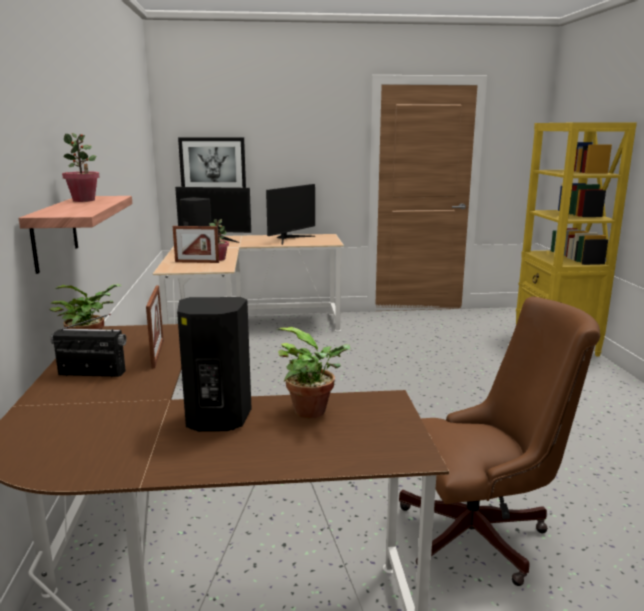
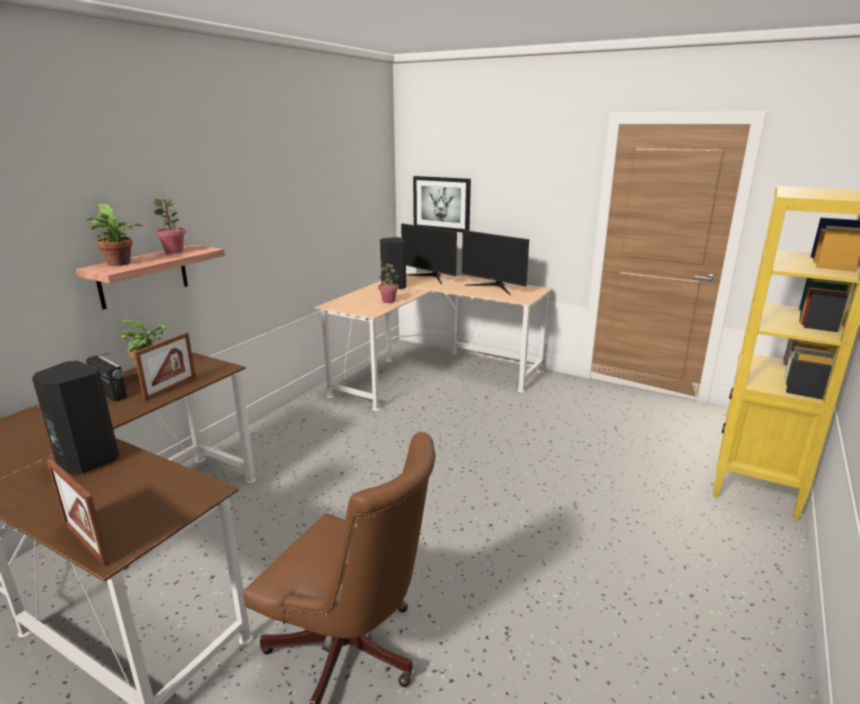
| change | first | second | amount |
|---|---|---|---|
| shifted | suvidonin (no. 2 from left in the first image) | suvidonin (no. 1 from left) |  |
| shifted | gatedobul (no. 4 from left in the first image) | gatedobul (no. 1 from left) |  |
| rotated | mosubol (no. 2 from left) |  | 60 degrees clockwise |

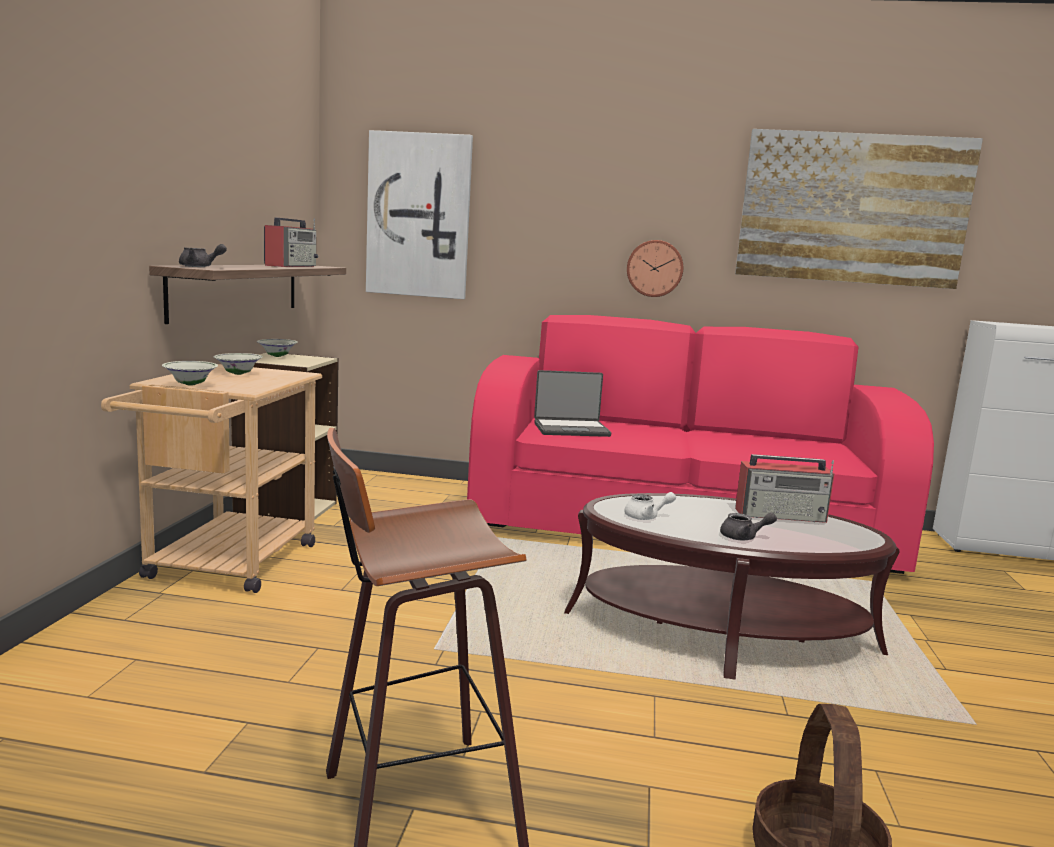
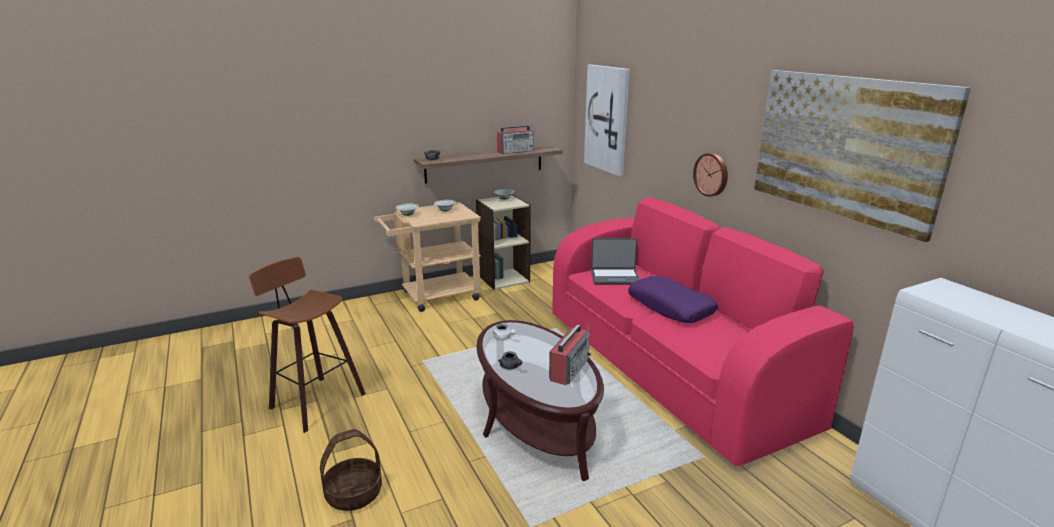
| change | first | second | amount |
|---|---|---|---|
| rotated | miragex (no. 2 from left) |  | 120 degrees counterclockwise |
| rotated | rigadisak |  | 45 degrees counterclockwise |
| new |  | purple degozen |  |

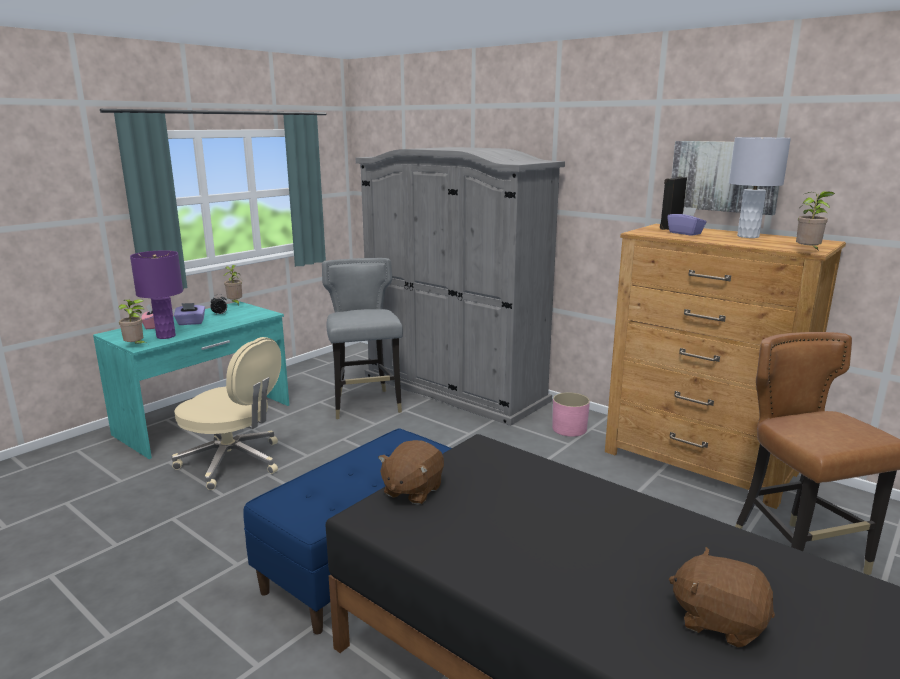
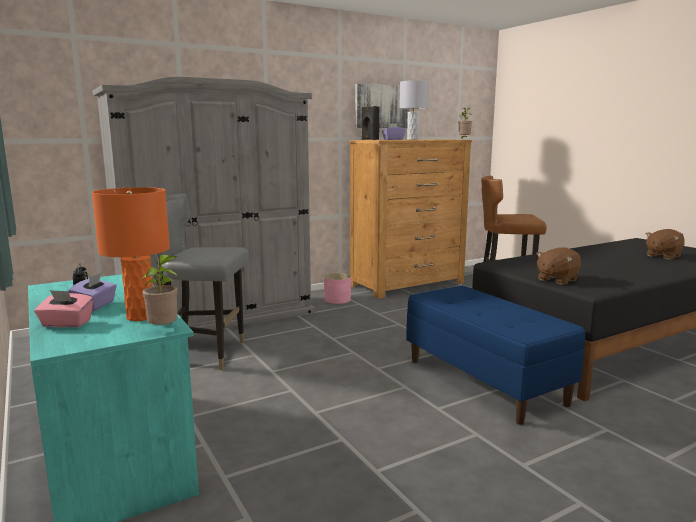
| change | first | second | amount |
|---|---|---|---|
| repainted | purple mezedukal | orange mezedukal |  |
| rotated | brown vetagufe (no. 1 from left) |  | 90 degrees clockwise |
| gone | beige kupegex |  |  |
| gone | gatedobul (no. 2 from left) |  |  |

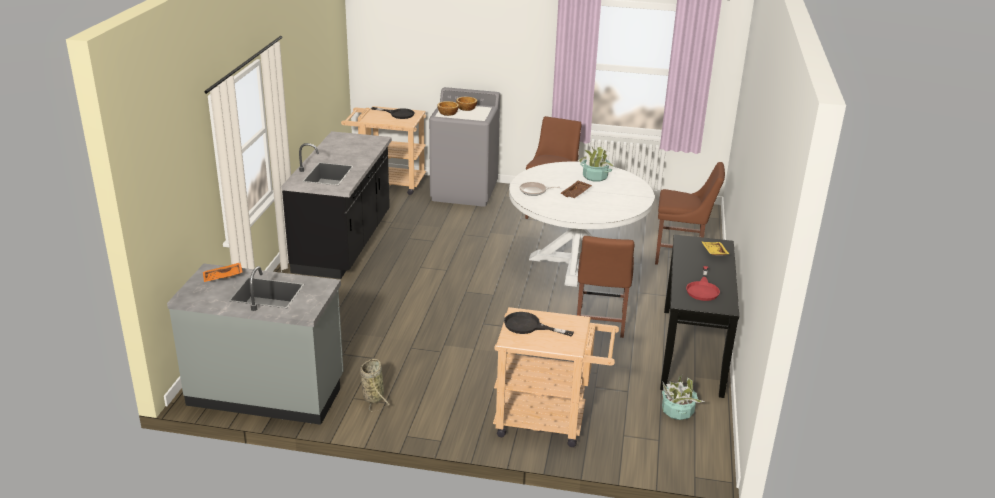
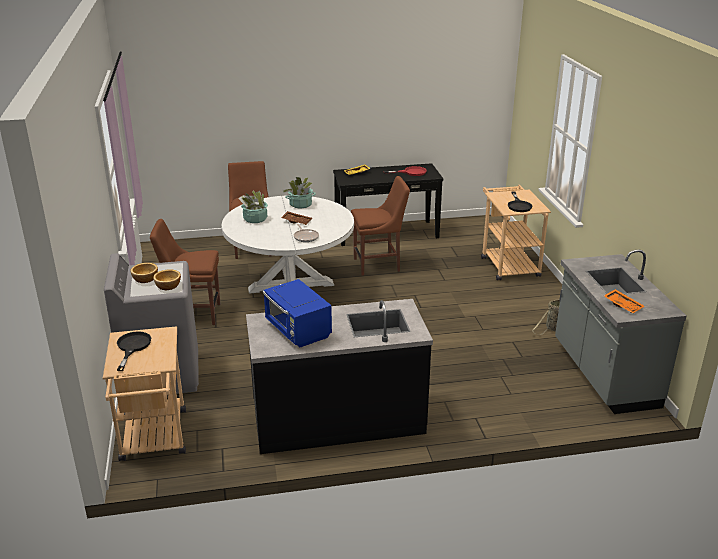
| change | first | second | amount |
|---|---|---|---|
| new |  | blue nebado |  |
| shifted | gatedobul (no. 2 from left) |  |  |

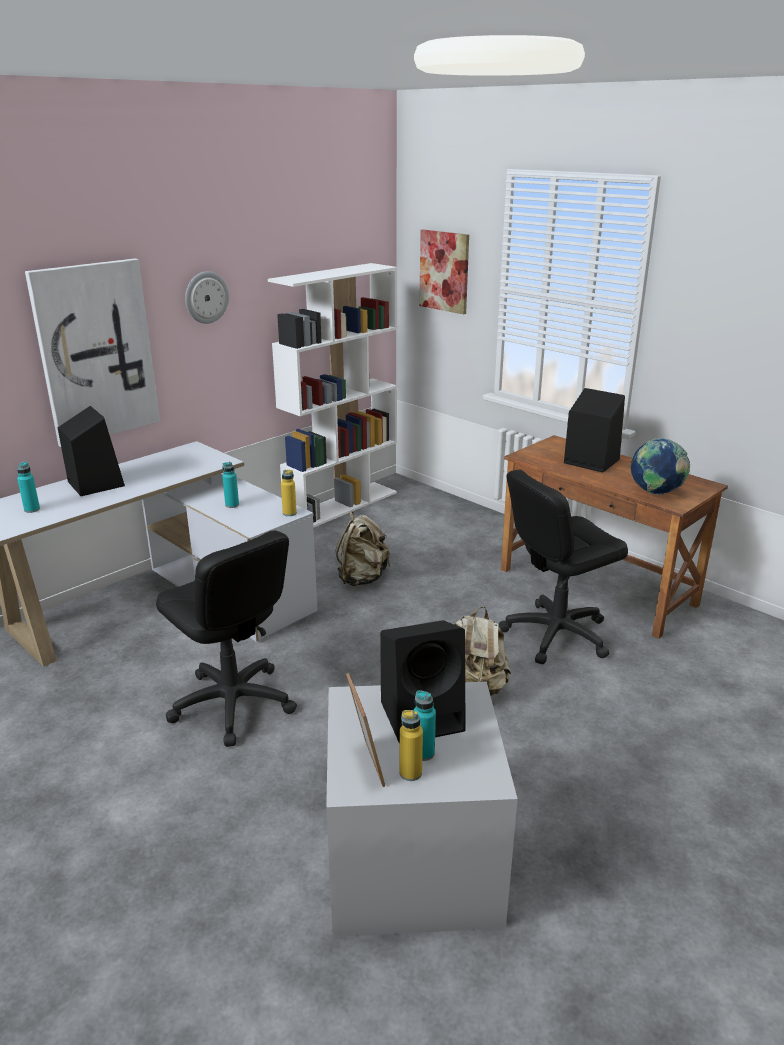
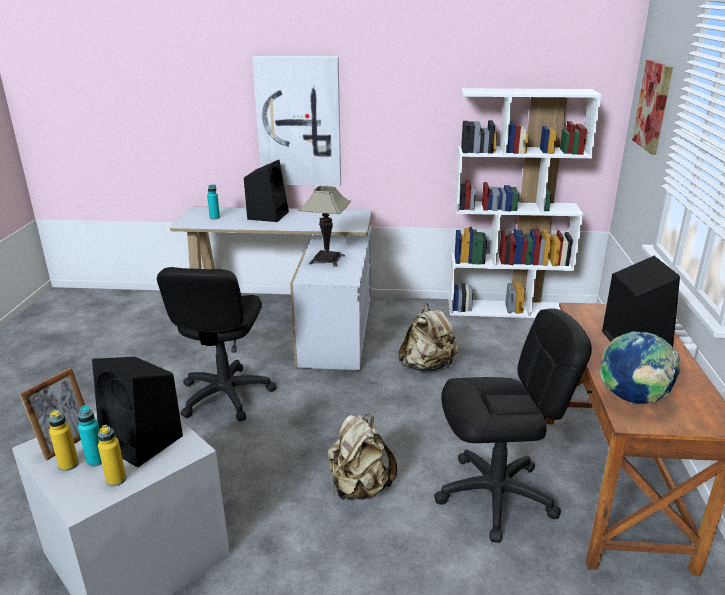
| change | first | second | amount |
|---|---|---|---|
| shifted | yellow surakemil (no. 1 from left in the first image) | yellow surakemil (no. 2 from left) |  |
| swapped | turquoise surakemil (no. 2 from left) | mezedukal |  |
| rotated | black kupegex (no. 2 from left) |  | 150 degrees clockwise |
| gone | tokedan |  |  |

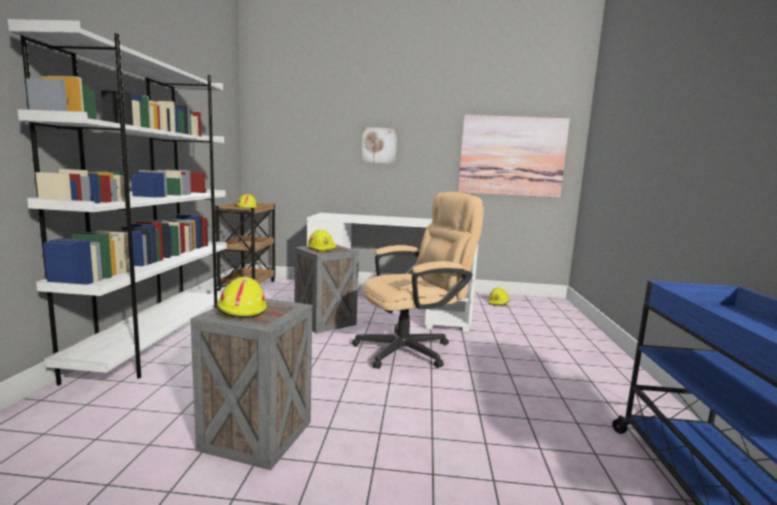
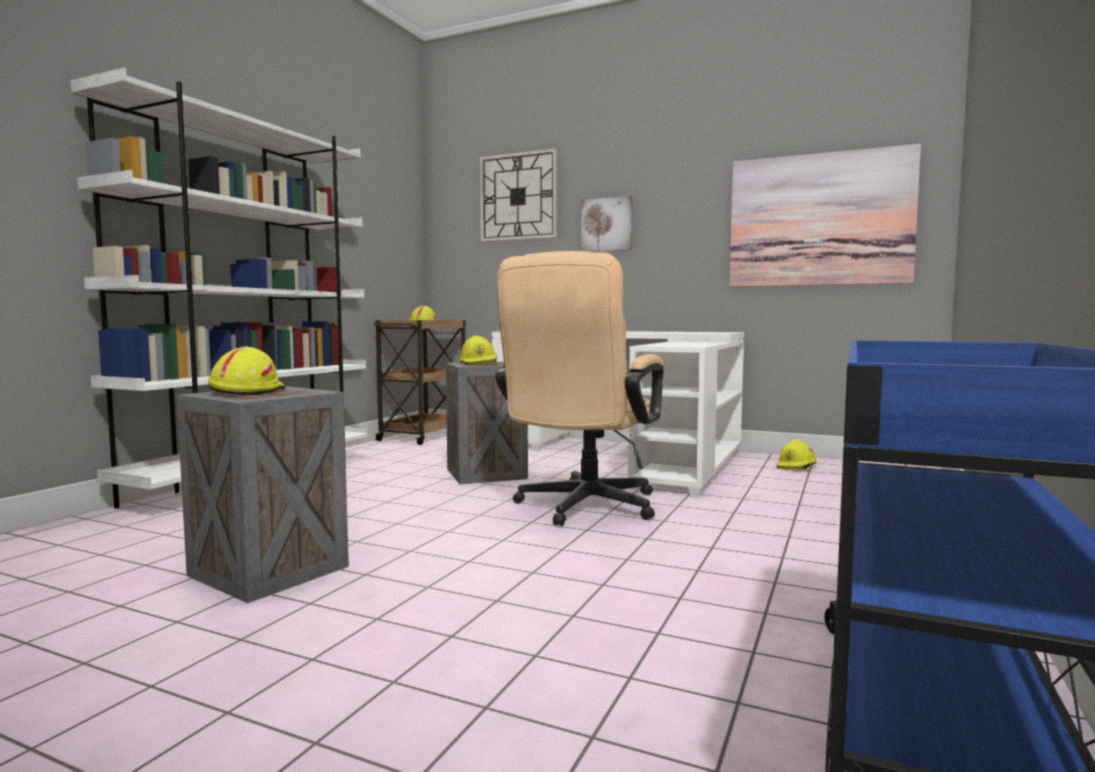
| change | first | second | amount |
|---|---|---|---|
| new |  | tokedan |  |
| rotated | beige kupegex |  | 120 degrees clockwise |

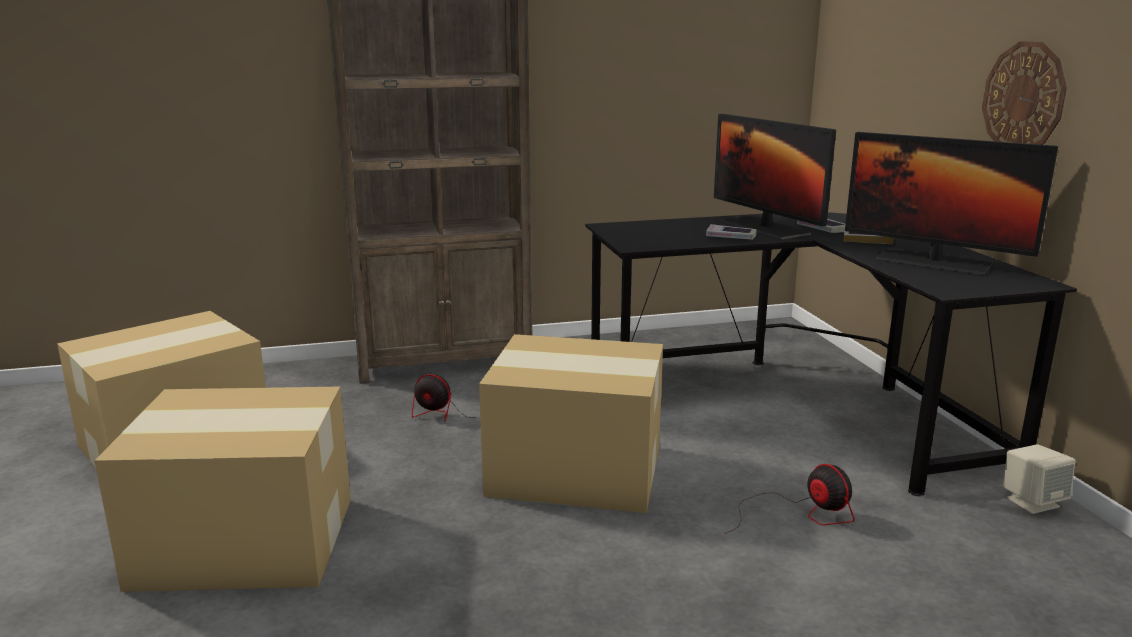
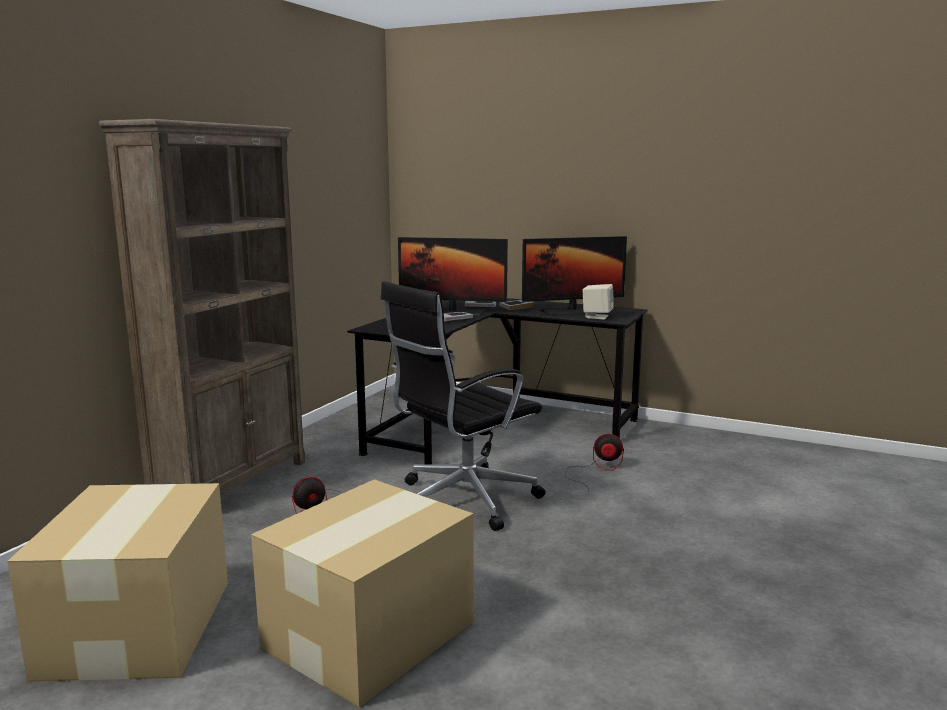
| change | first | second | amount |
|---|---|---|---|
| swapped | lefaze (no. 3 from left) | black kupegex |  |
| shifted | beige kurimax |  |  |
| gone | tokedan |  |  |

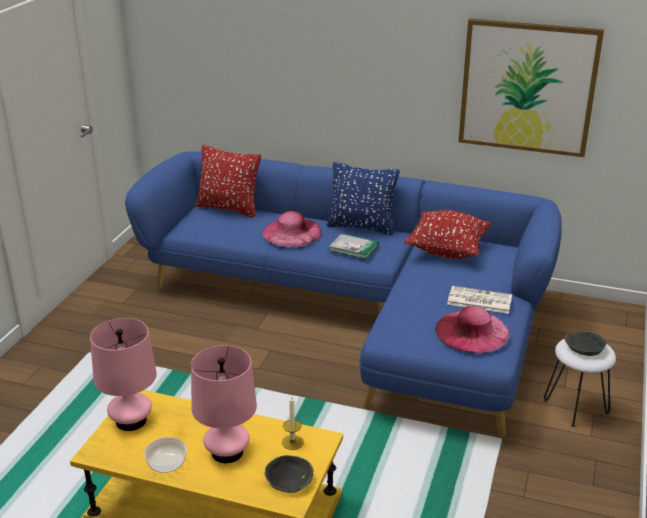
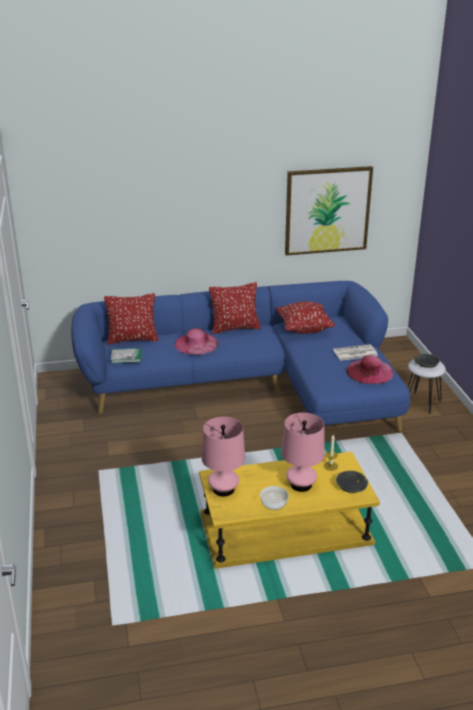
| change | first | second | amount |
|---|---|---|---|
| shifted | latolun |  |  |
| repainted | blue degozen | red degozen (no. 2 from left) |  |

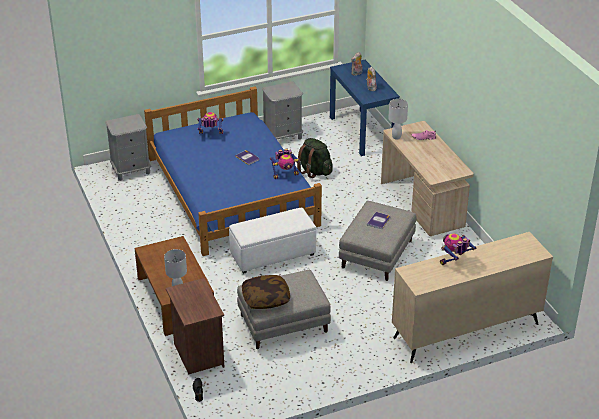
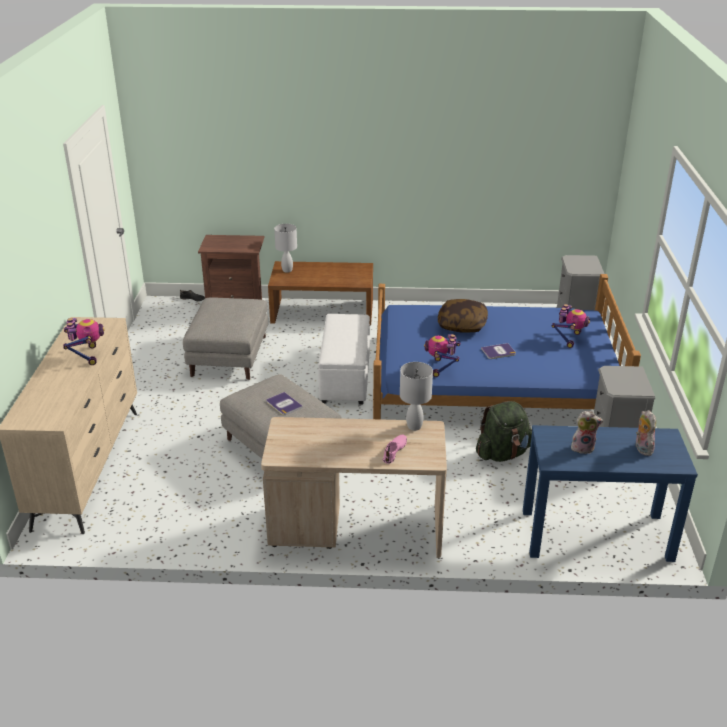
| change | first | second | amount |
|---|---|---|---|
| shifted | degozen |  |  |

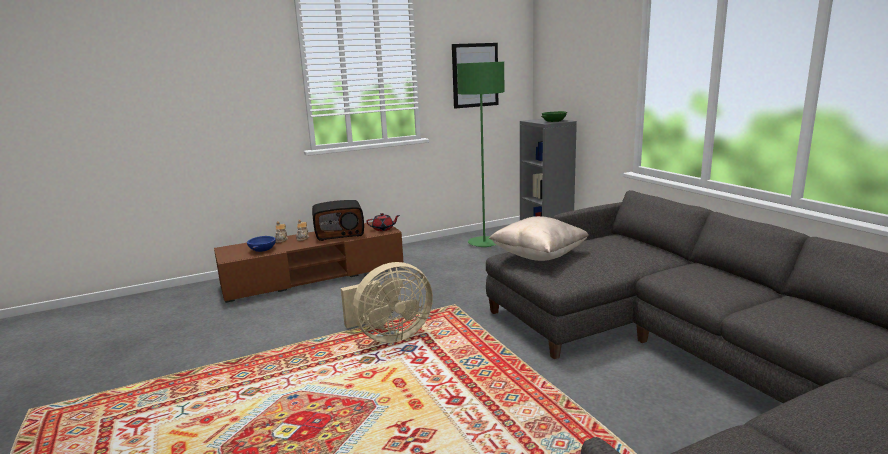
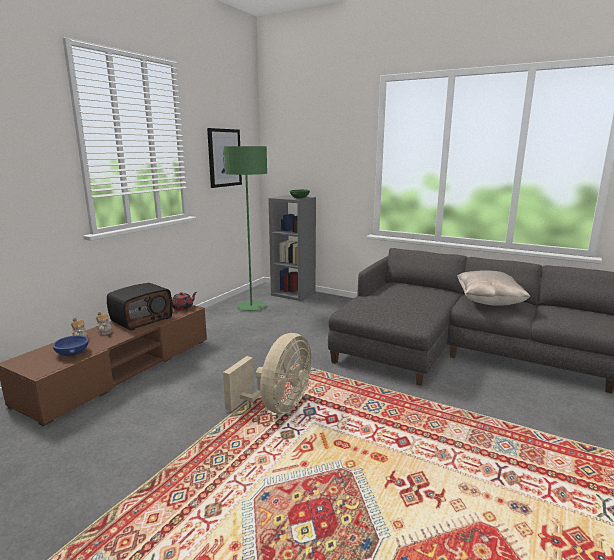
| change | first | second | amount |
|---|---|---|---|
| shifted | beige degozen |  |  |

